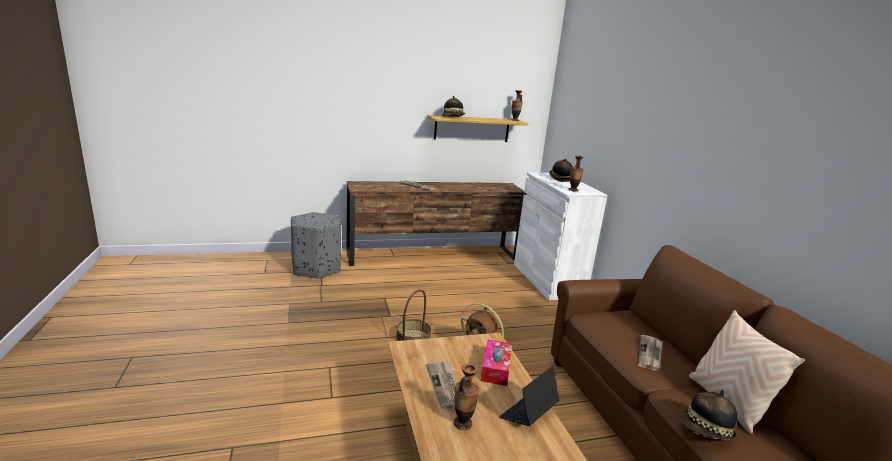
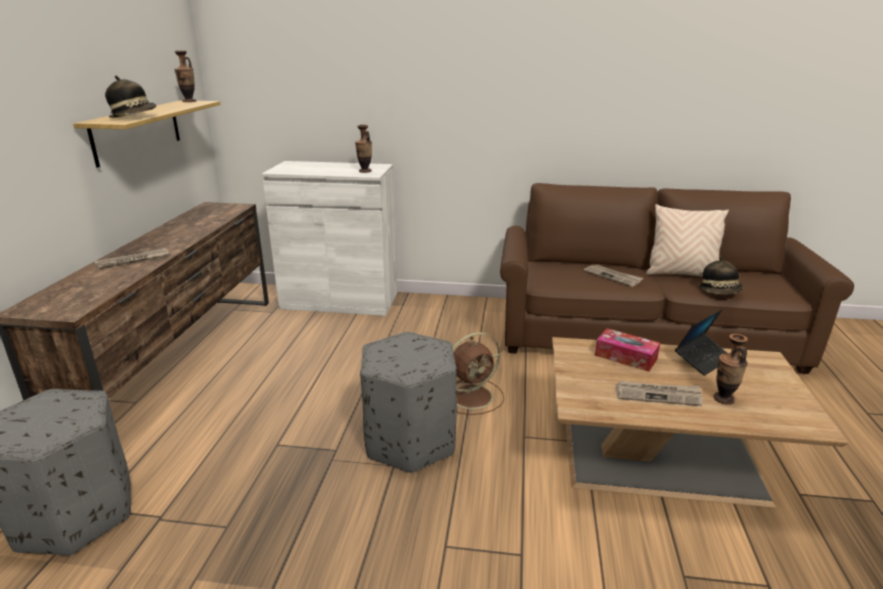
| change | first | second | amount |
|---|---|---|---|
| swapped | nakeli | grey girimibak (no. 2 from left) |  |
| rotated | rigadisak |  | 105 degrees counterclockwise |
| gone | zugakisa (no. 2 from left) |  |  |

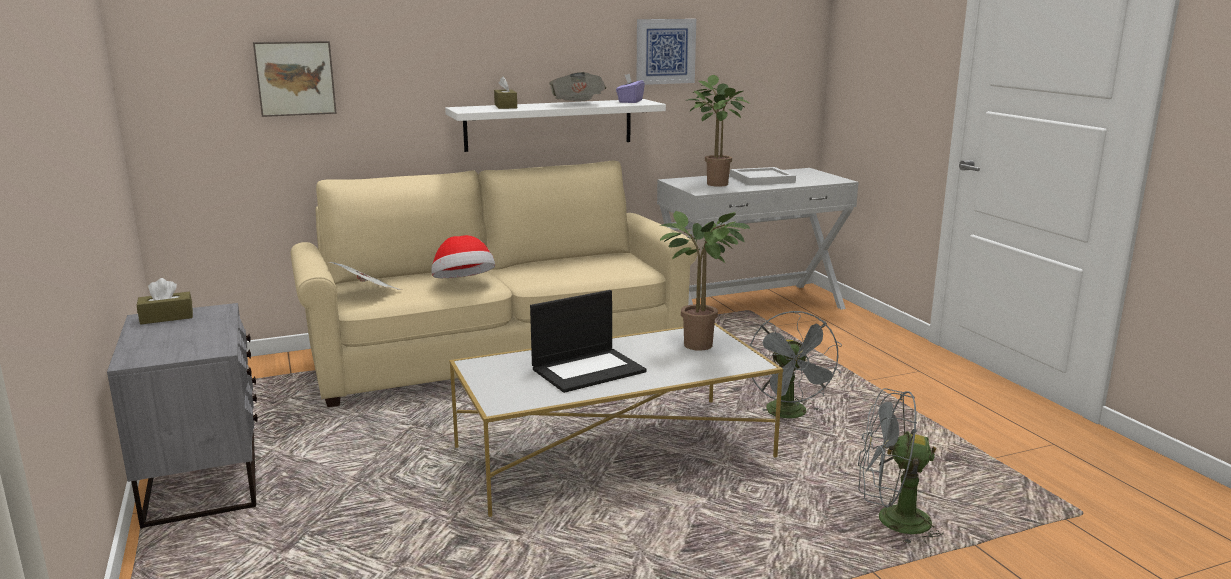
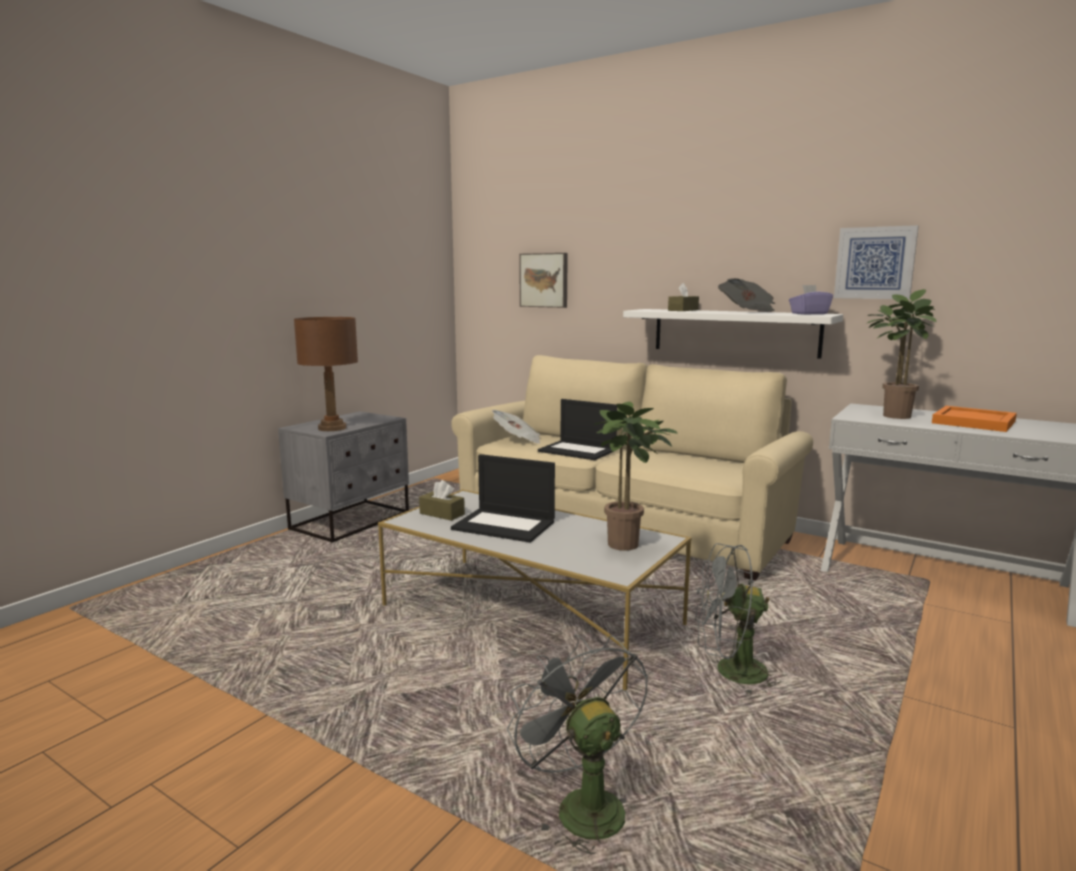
| change | first | second | amount |
|---|---|---|---|
| new |  | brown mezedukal |  |
| shifted | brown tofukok (no. 1 from left) |  |  |
| swapped | zugakisa | rigadisak (no. 2 from left) |  |
| rotated | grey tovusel (no. 1 from left in the first image) | grey tovusel (no. 2 from left) | 45 degrees clockwise |
| repainted | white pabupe | orange pabupe |  |

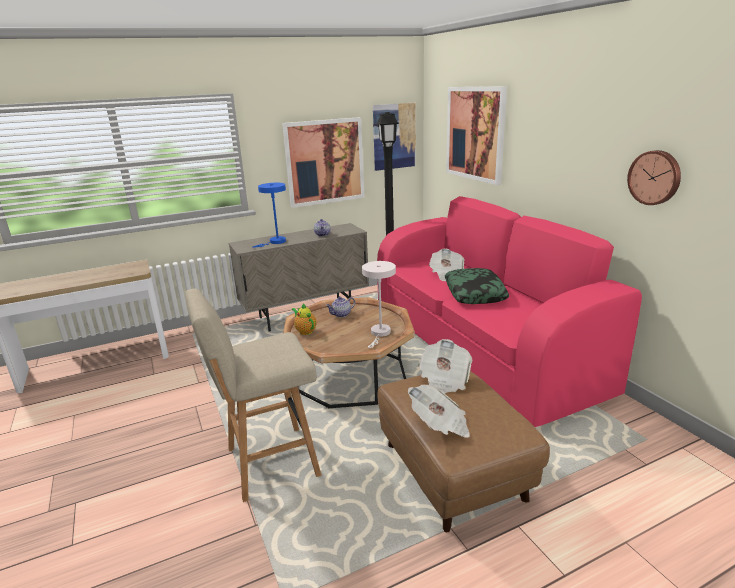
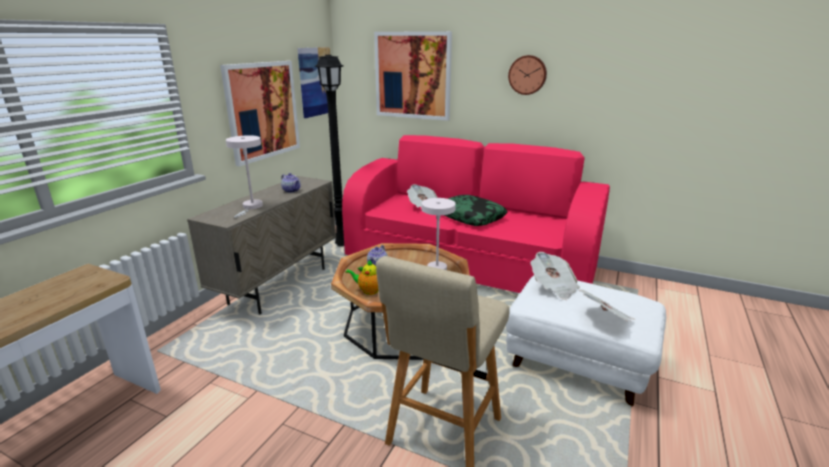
| change | first | second | amount |
|---|---|---|---|
| repainted | blue mezedukal | white mezedukal (no. 1 from left) |  |
| repainted | brown girimibak | white girimibak |  |
| shifted | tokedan |  |  |

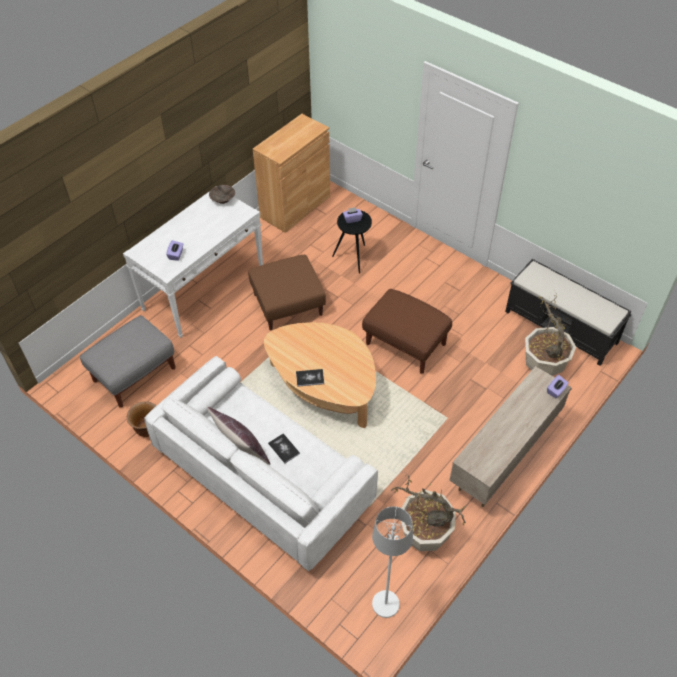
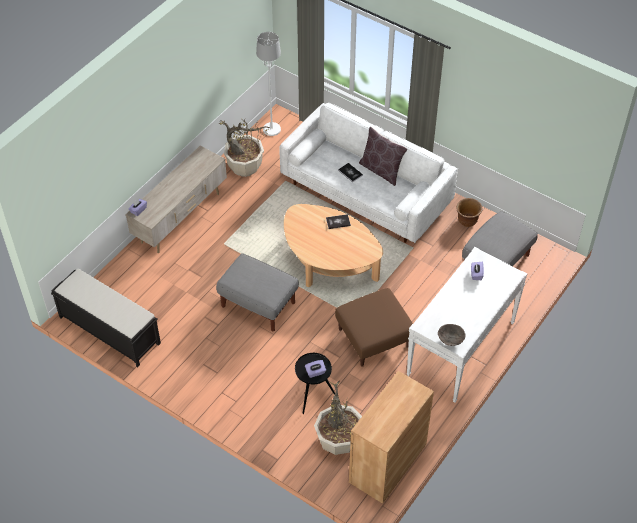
| change | first | second | amount |
|---|---|---|---|
| repainted | brown girimibak (no. 2 from left) | grey girimibak (no. 1 from left) |  |
| shifted | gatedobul (no. 2 from left) |  |  |

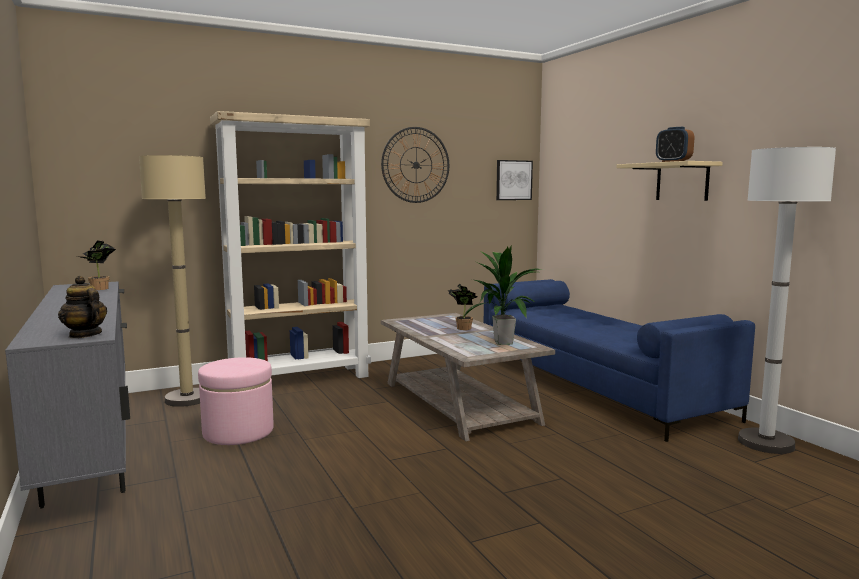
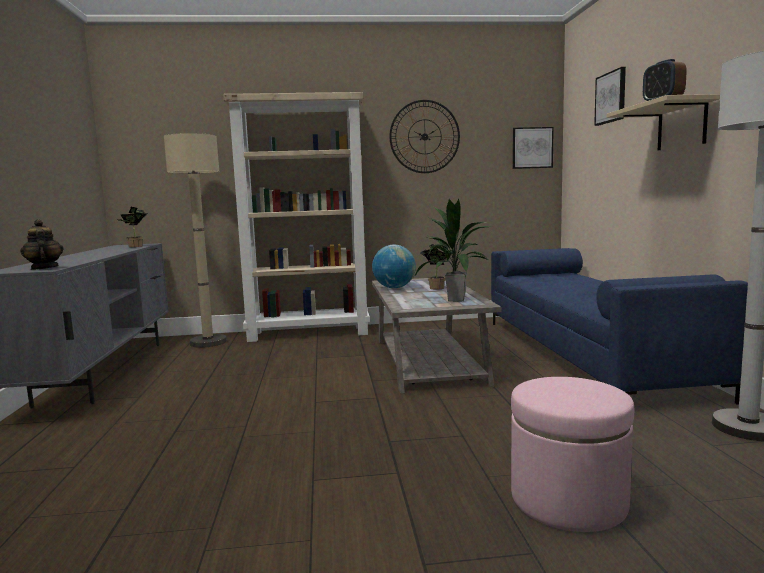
| change | first | second | amount |
|---|---|---|---|
| new |  | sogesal |  |
| shifted | pink girimibak |  |  |
| new |  | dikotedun (no. 2 from left) |  |

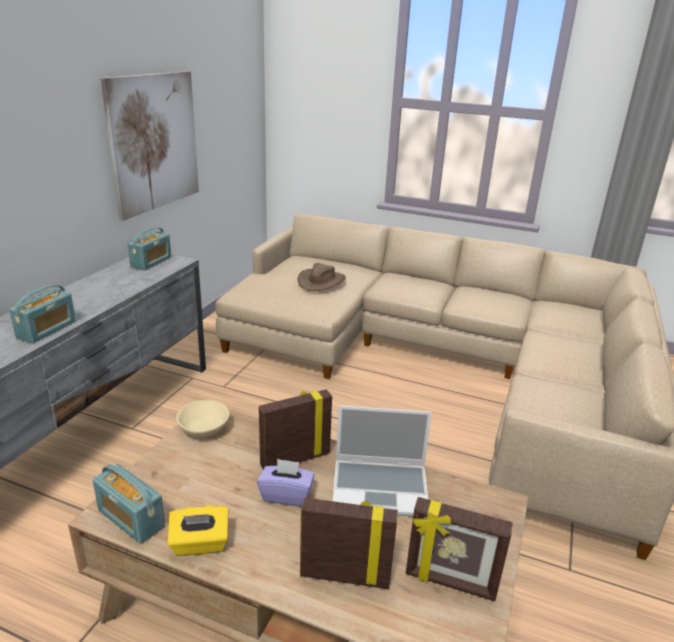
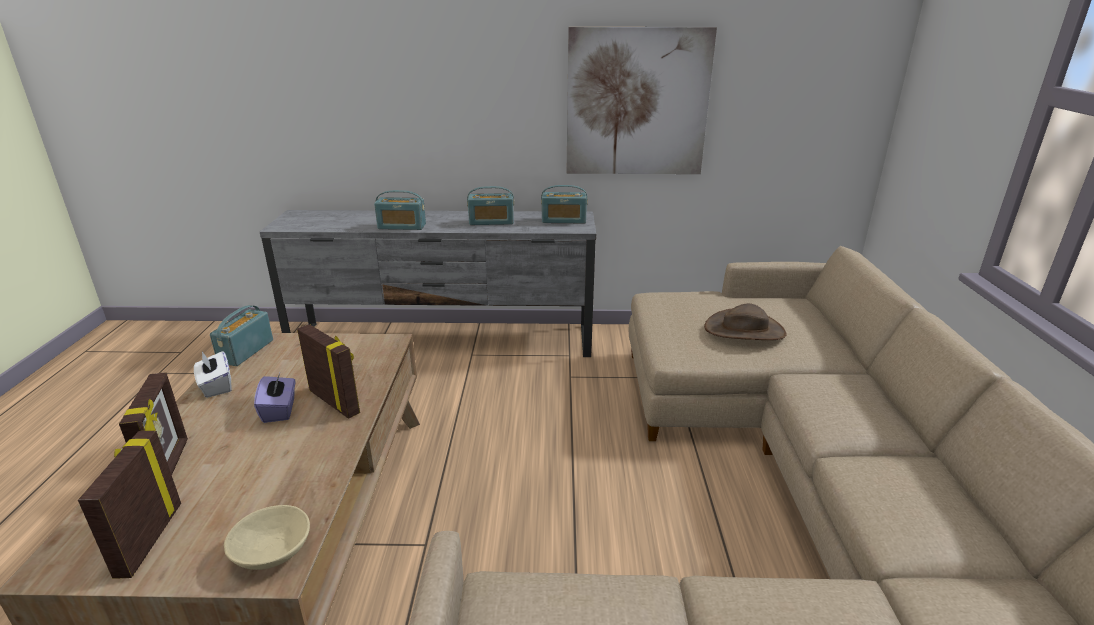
| change | first | second | amount |
|---|---|---|---|
| repainted | yellow tofukok | white tofukok |  |
| shifted | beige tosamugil |  |  |
| new |  | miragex (no. 3 from left) |  |
| gone | rigadisak |  |  |

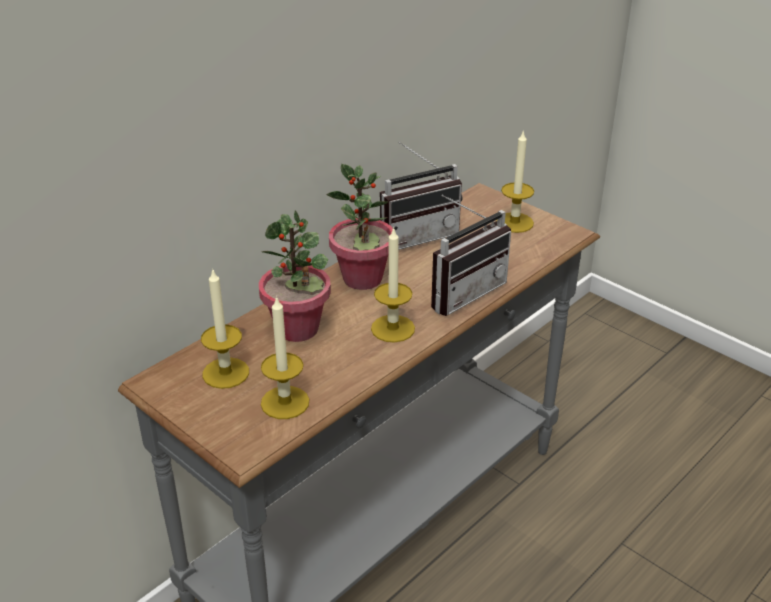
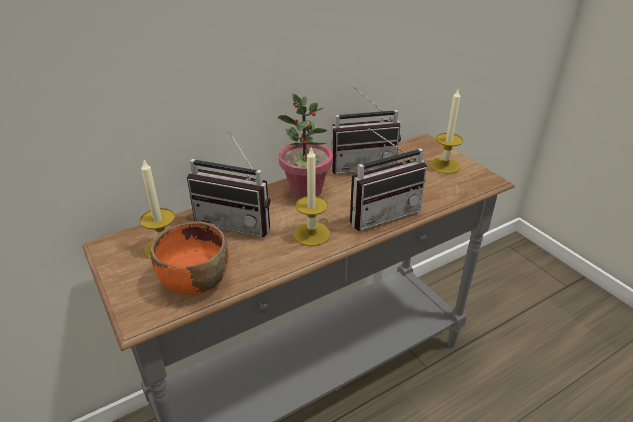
| change | first | second | amount |
|---|---|---|---|
| swapped | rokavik (no. 2 from left) | orange tosamugil |  |
| swapped | gatedobul (no. 1 from left) | miragex (no. 1 from left) |  |

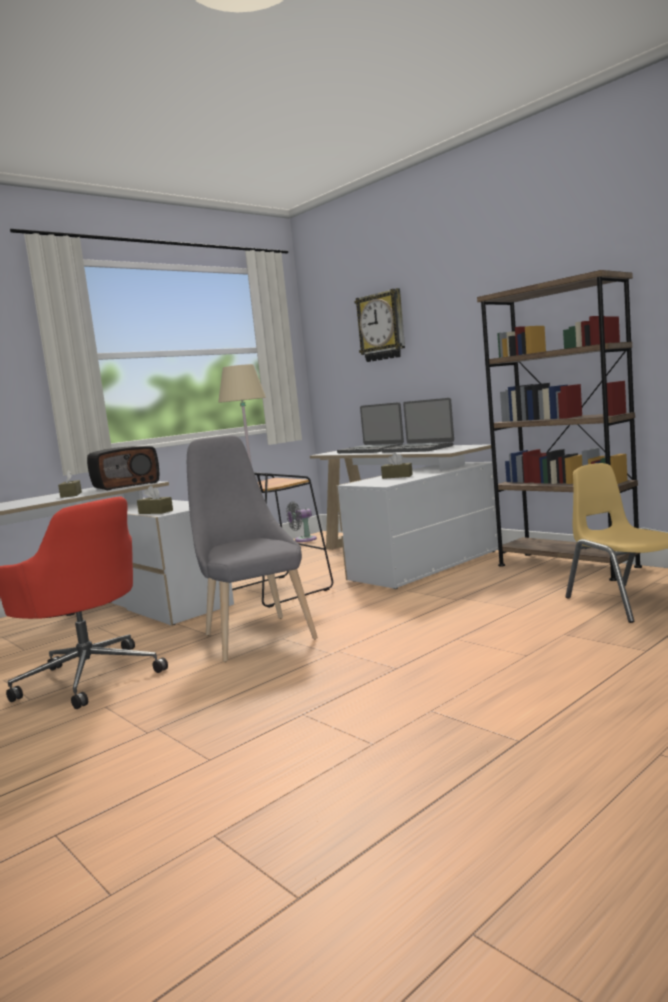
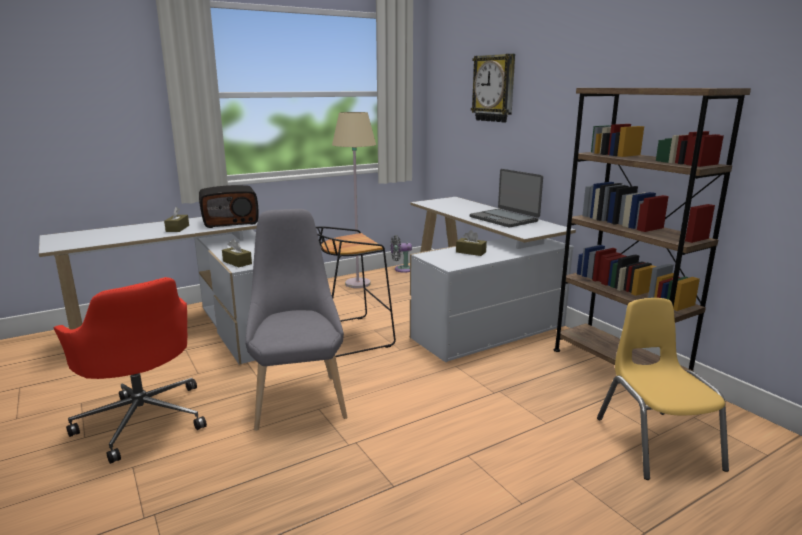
| change | first | second | amount |
|---|---|---|---|
| gone | rigadisak (no. 1 from left) |  |  |

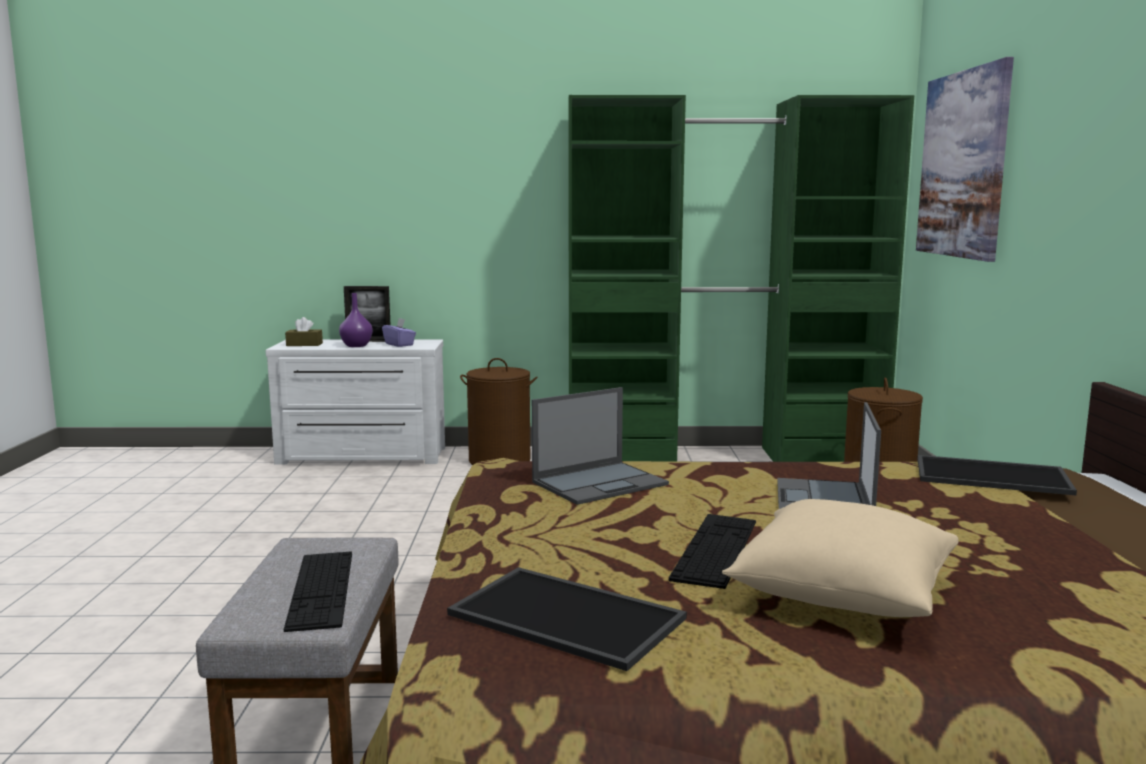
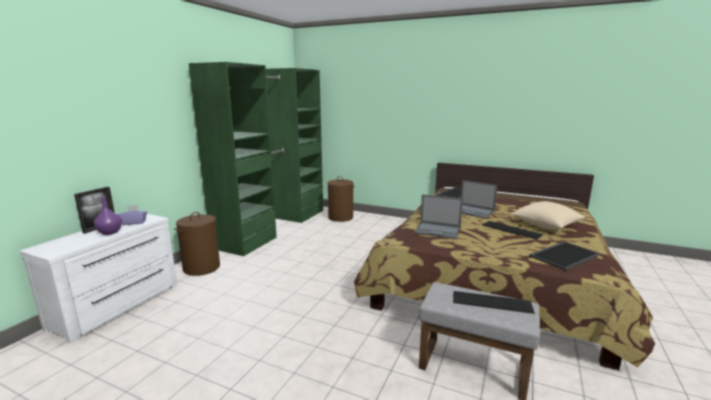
| change | first | second | amount |
|---|---|---|---|
| rotated | rigadisak (no. 1 from left) |  | 120 degrees clockwise |
| gone | brown tofukok |  |  |
| gone | dikotedun |  |  |

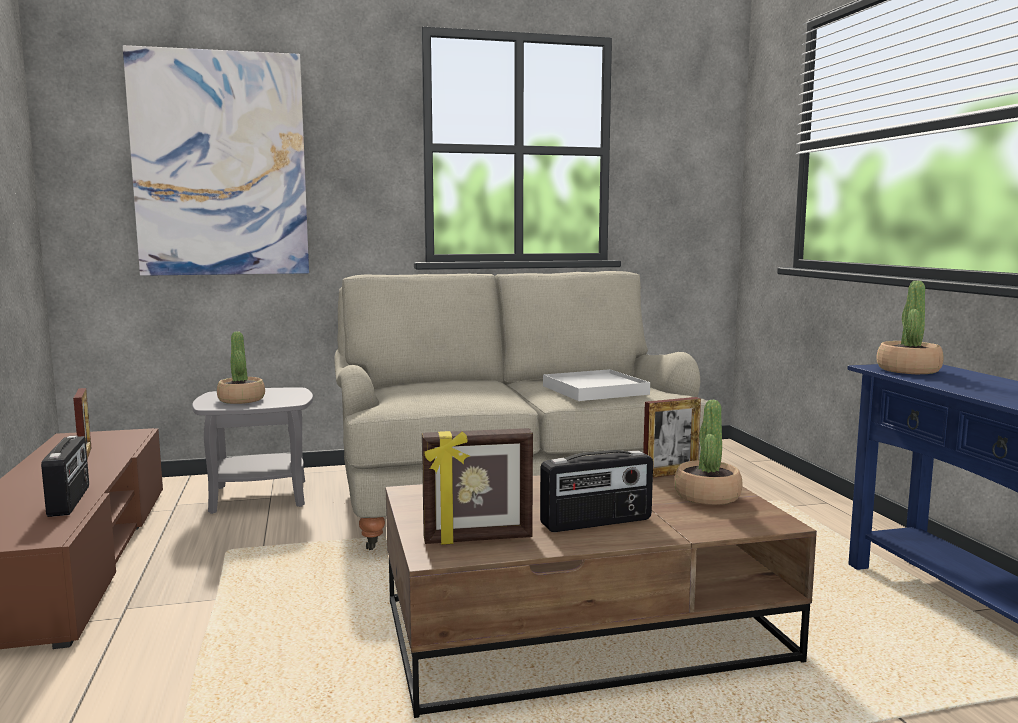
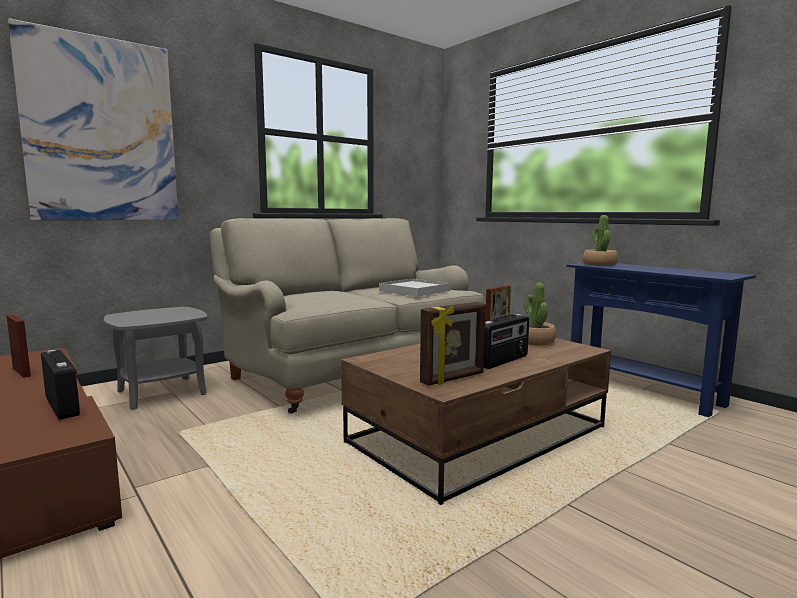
| change | first | second | amount |
|---|---|---|---|
| gone | gatedobul (no. 1 from left) |  |  |

